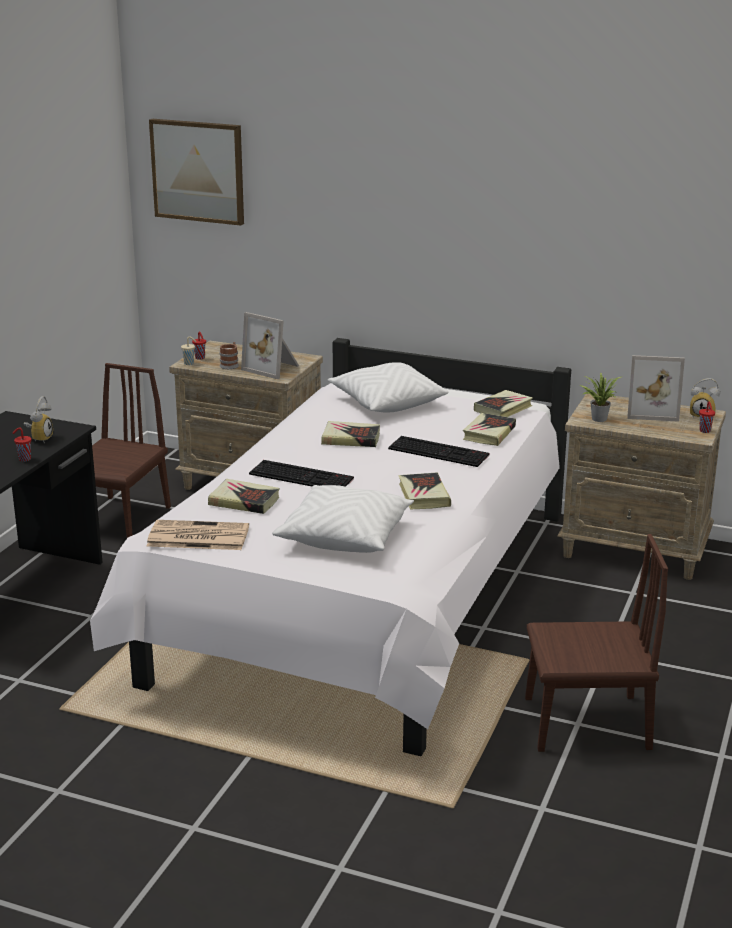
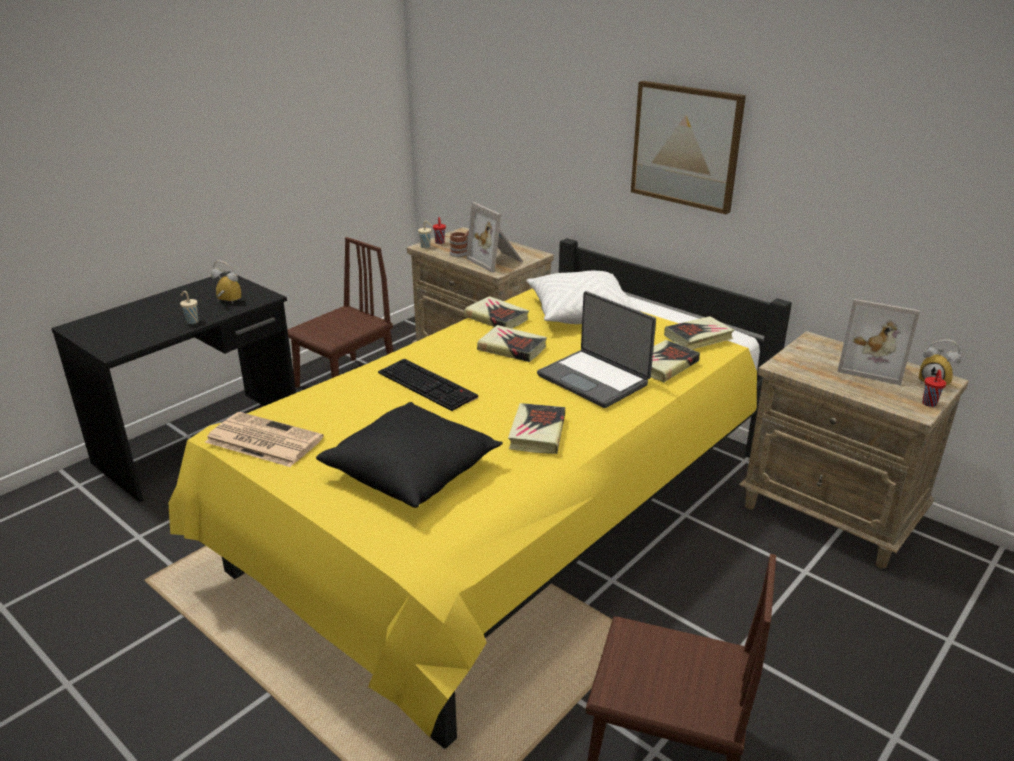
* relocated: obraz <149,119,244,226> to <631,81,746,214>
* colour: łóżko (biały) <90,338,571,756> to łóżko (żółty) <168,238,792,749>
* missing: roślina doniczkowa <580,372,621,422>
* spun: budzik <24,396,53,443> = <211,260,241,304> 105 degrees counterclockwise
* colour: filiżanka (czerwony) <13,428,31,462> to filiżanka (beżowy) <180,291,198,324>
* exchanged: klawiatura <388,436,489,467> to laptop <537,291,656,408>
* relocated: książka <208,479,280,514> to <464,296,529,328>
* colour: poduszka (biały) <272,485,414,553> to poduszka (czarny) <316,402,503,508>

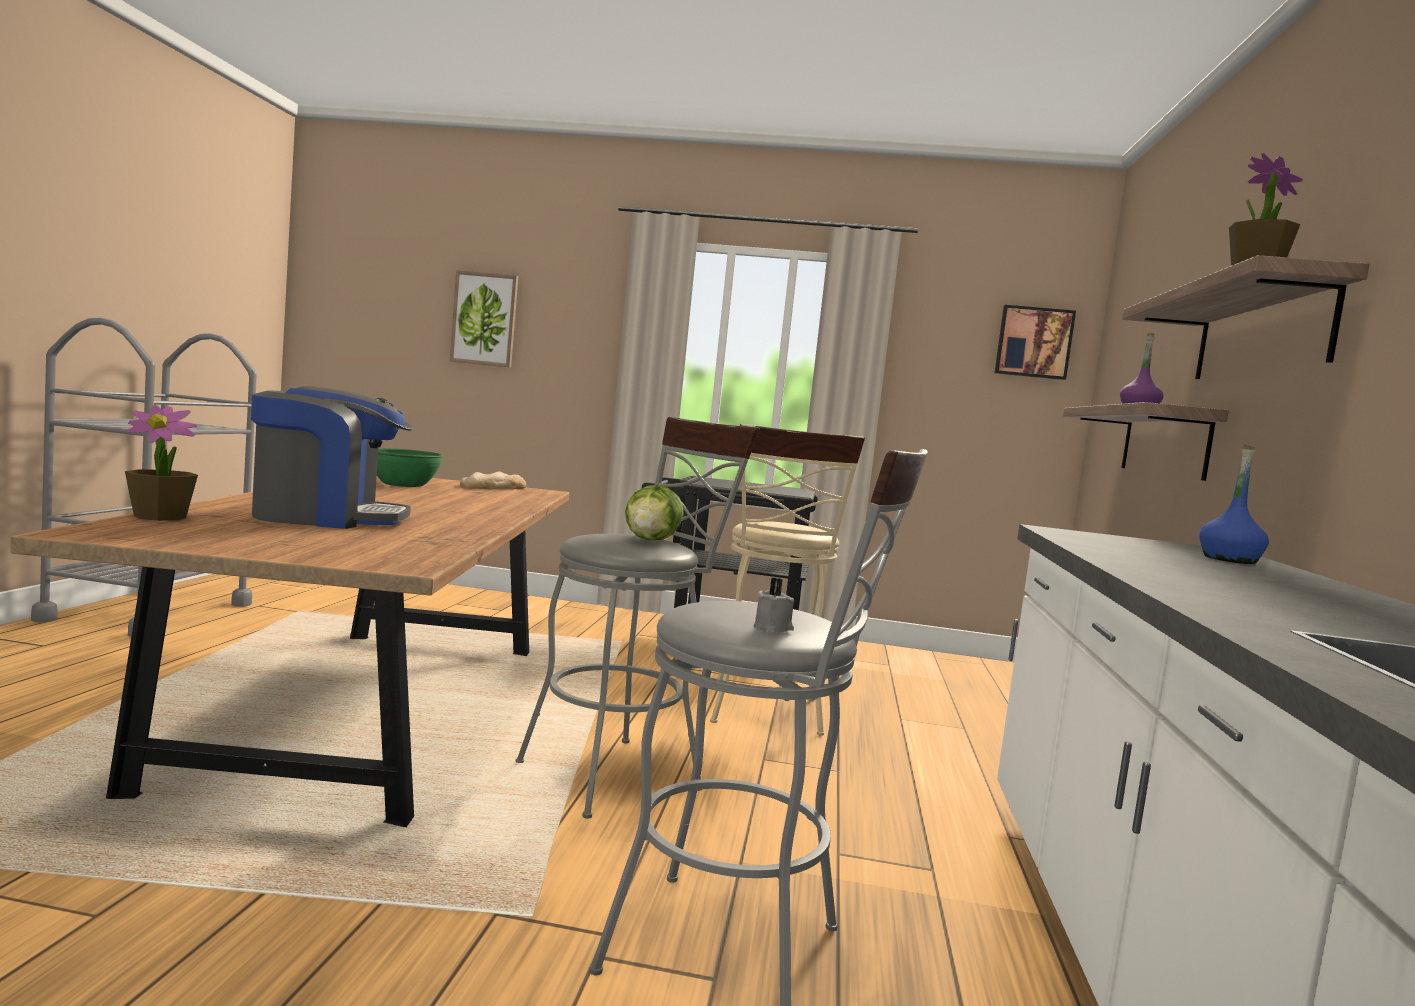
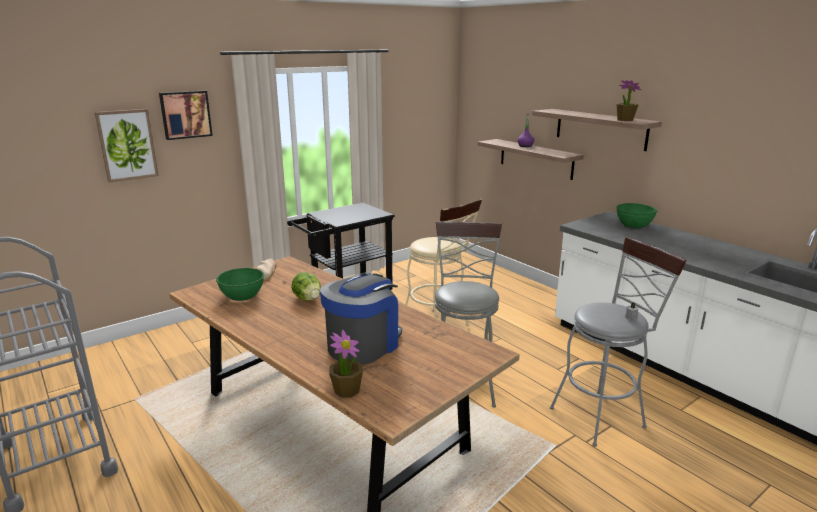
* relocated: obraz <995,305,1076,380> to <159,91,213,140>
* exchanged: butelka (niebieski) <1199,444,1269,564> to miska (zielony) <616,203,657,228>
* relocated: sałata <625,485,684,541> to <291,272,321,301>

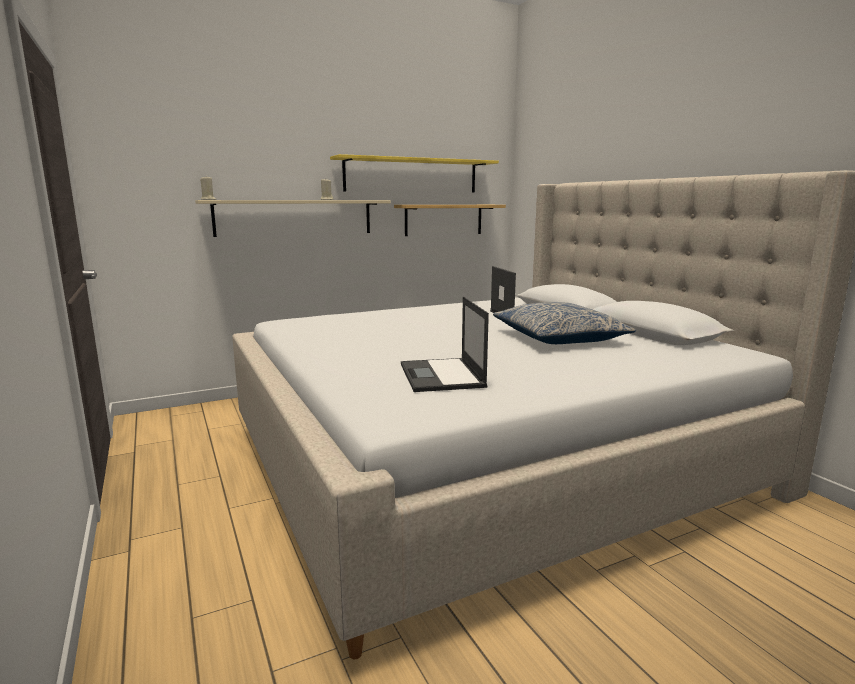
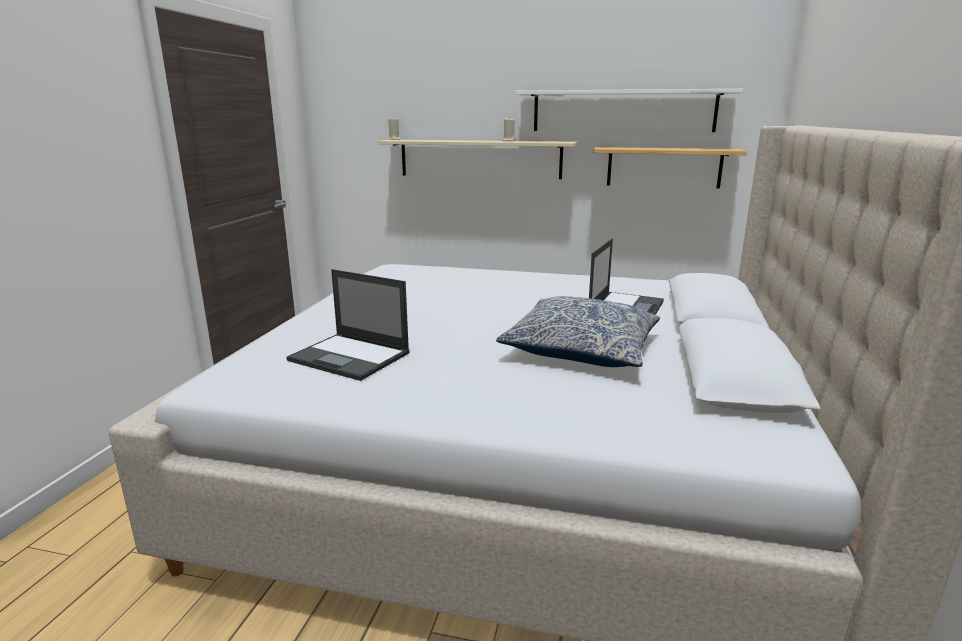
* colour: półka (żółty) <330,154,499,193> to półka (biały) <515,89,743,132>
* spun: laptop <401,297,489,392> = <286,269,410,381> 90 degrees counterclockwise

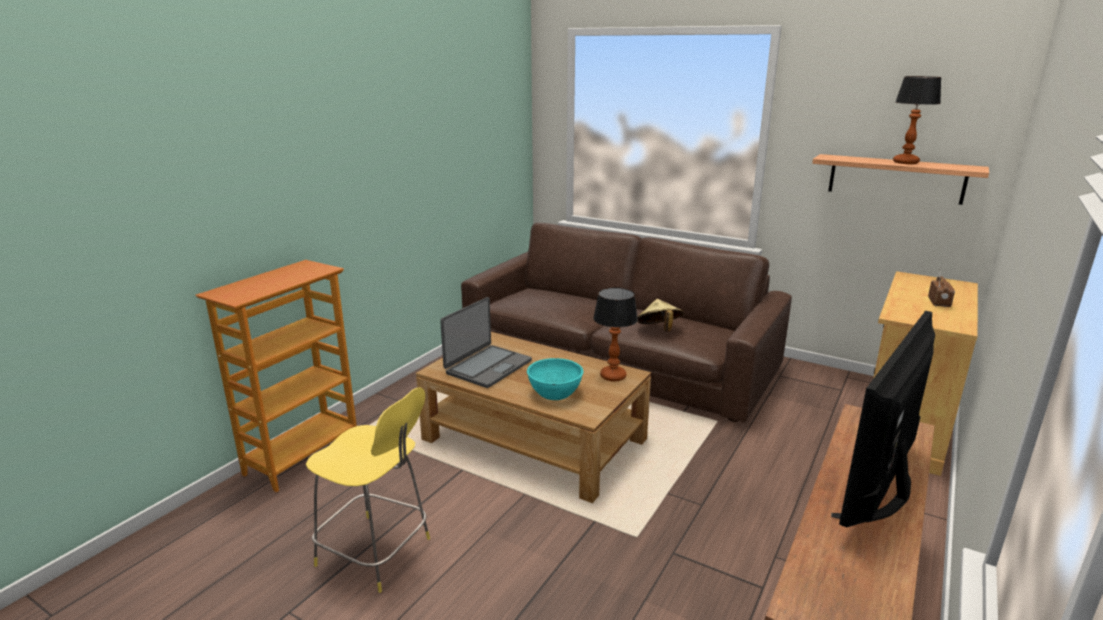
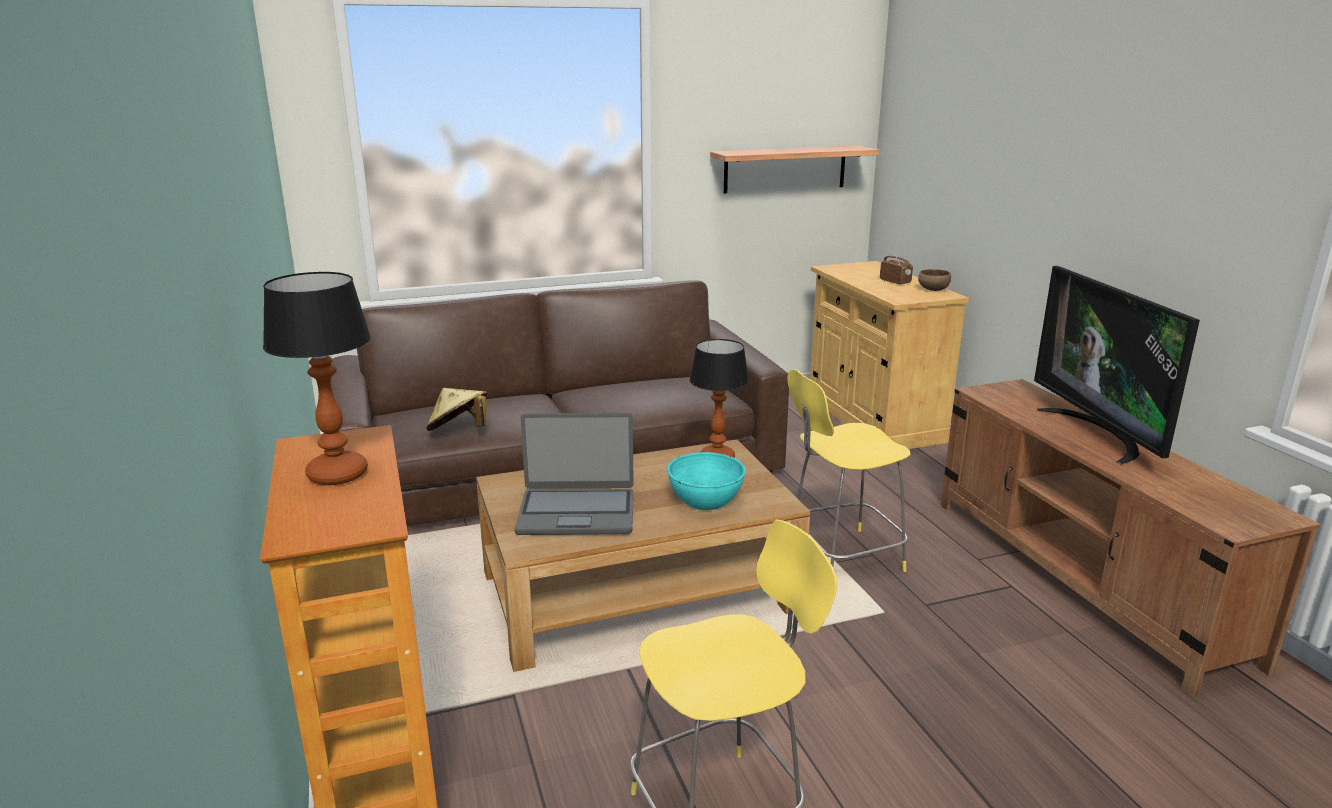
* relocated: lampa stołowa <893,76,942,164> to <263,272,371,485>
* spun: laptop <440,297,532,388> = <515,413,634,535> 105 degrees clockwise
* relocated: kapelusz (beżowy) <637,299,684,332> to <426,388,487,431>
* appeared: miska (brązowy) <918,269,951,291>
* appeared: stołek (żółty) <787,369,911,572>

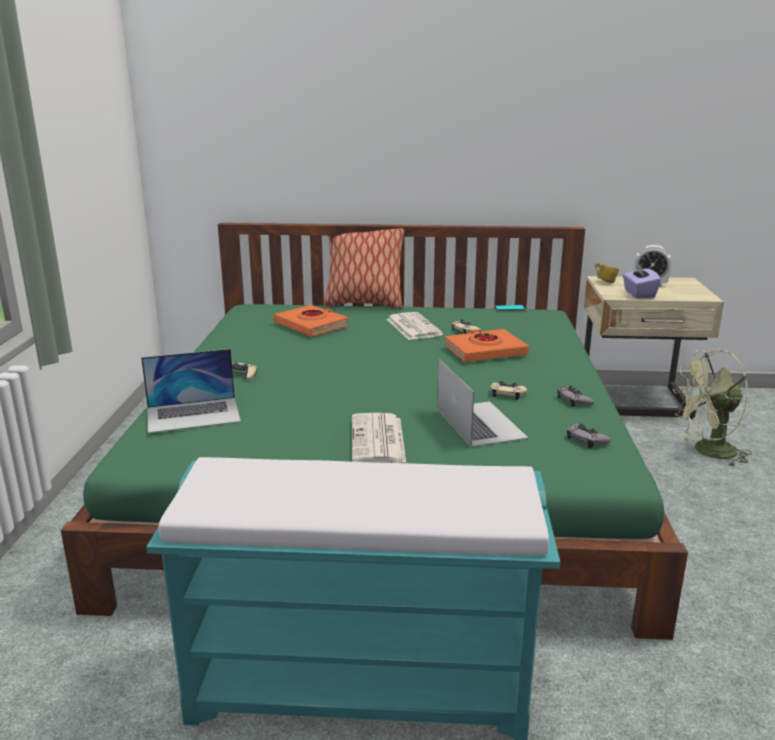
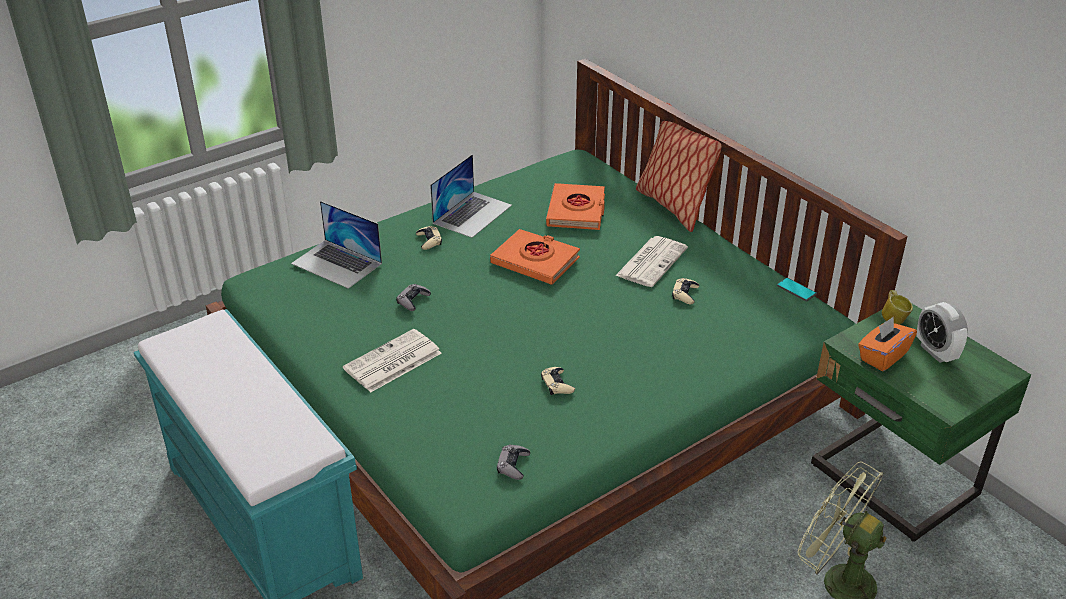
* colour: pudełko chusteczek (fioletowy) <623,262,661,298> to pudełko chusteczek (pomarańczowy) <858,316,917,371>
* colour: szafka nocna (beżowy) <584,276,724,419> to szafka nocna (zielony) <811,304,1031,542>
* relocated: książka (pomarańczowy) <444,329,529,362> to <490,229,580,285>
* relocated: laptop <437,359,528,447> to <430,154,512,238>
* relocated: pad do gier (szary) <557,385,594,407> to <396,284,431,311>

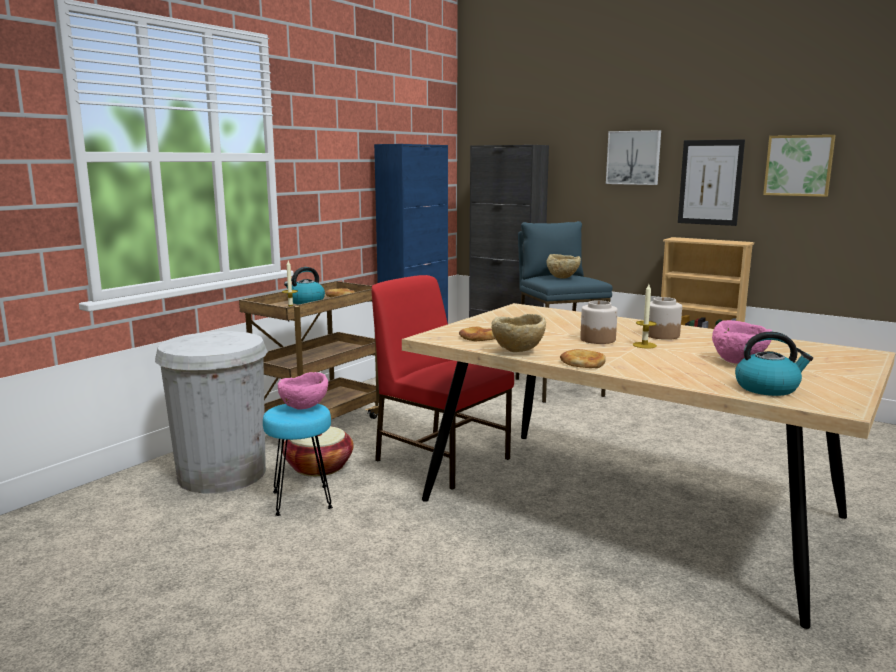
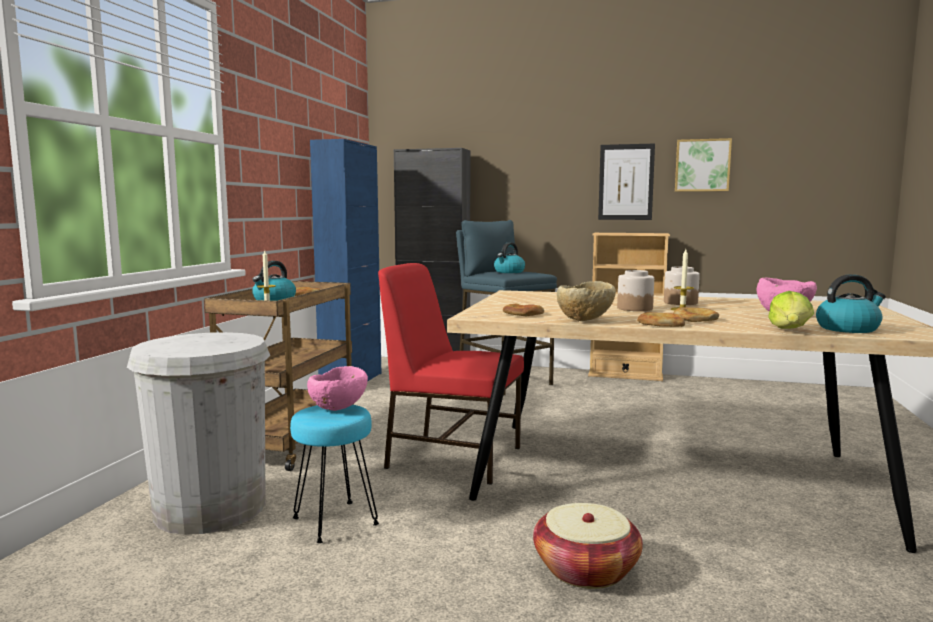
* missing: obraz <606,130,661,185>
* exchanged: miska (beżowy) <547,254,581,279> to czajnik <494,242,525,273>
* relocated: koszyk <283,426,354,476> to <533,503,643,589>
* appeared: sałata <768,291,814,329>
* appeared: chleb <673,307,719,322>

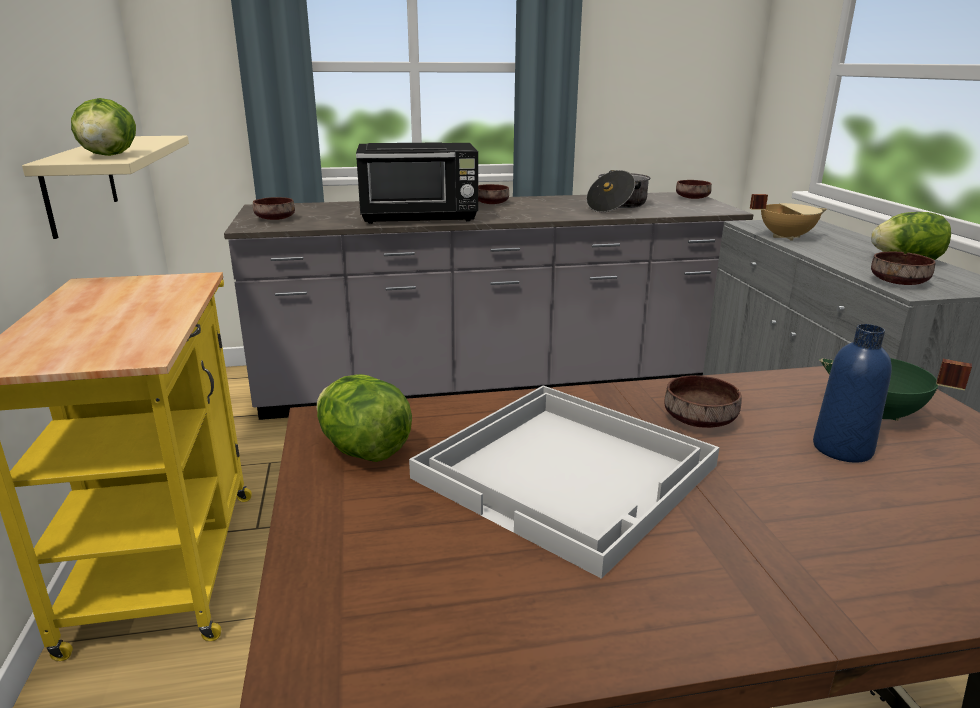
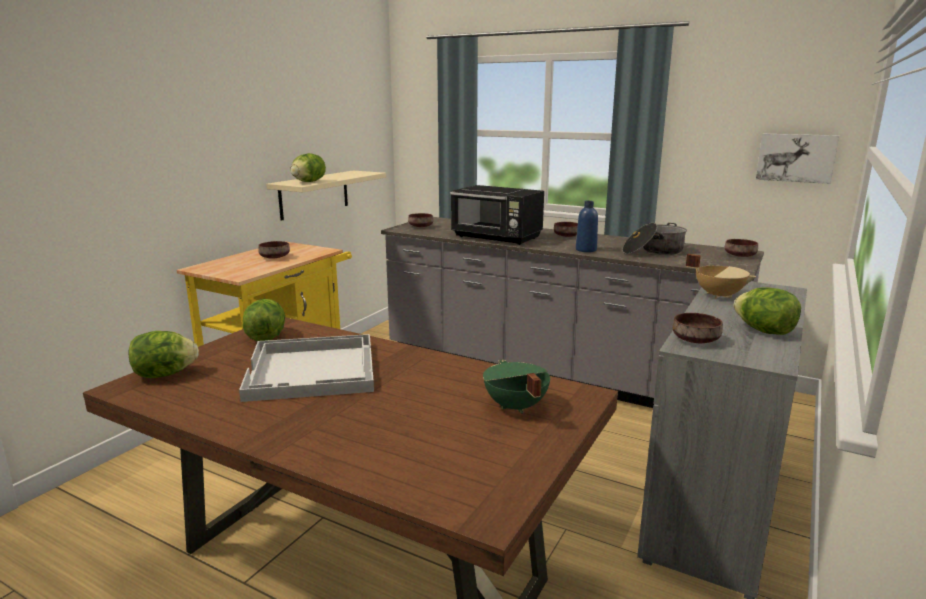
* relocated: butelka (niebieski) <813,324,892,463> to <576,201,598,252>
* relocated: miska (brązowy) <664,375,742,428> to <258,241,290,258>
* appeared: obraz <756,134,839,184>
* appeared: sałata <129,331,199,378>

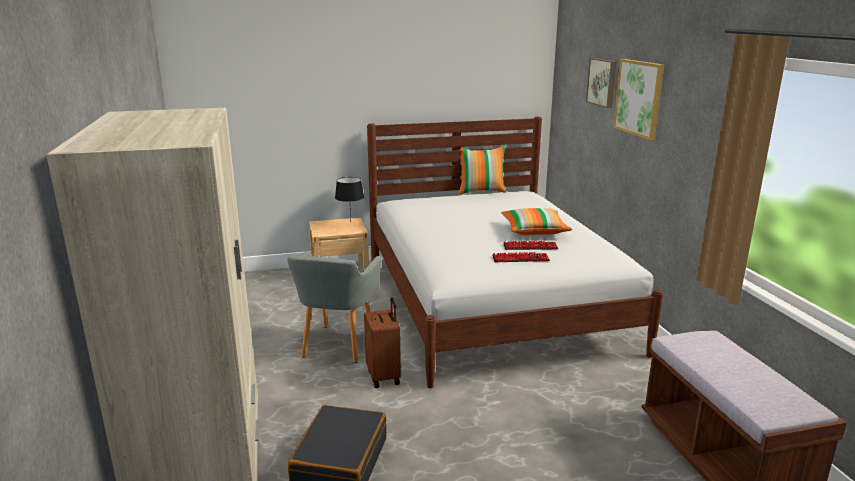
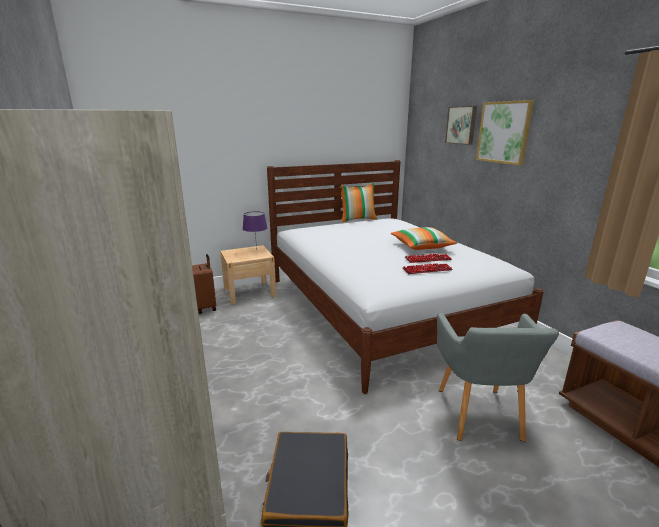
* colour: lampa stołowa (czarny) <335,177,364,220> to lampa stołowa (fioletowy) <243,211,268,250>
* relocated: fotel (szary) <287,251,381,363> to <437,313,559,442>
* relocated: walizka (brązowy) <364,297,401,388> to <192,254,216,314>

